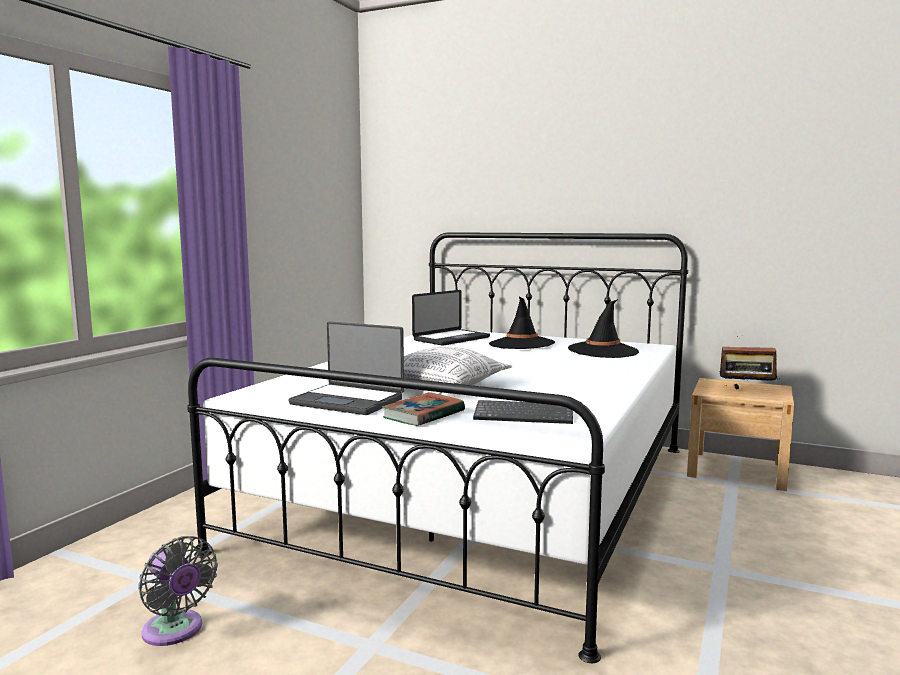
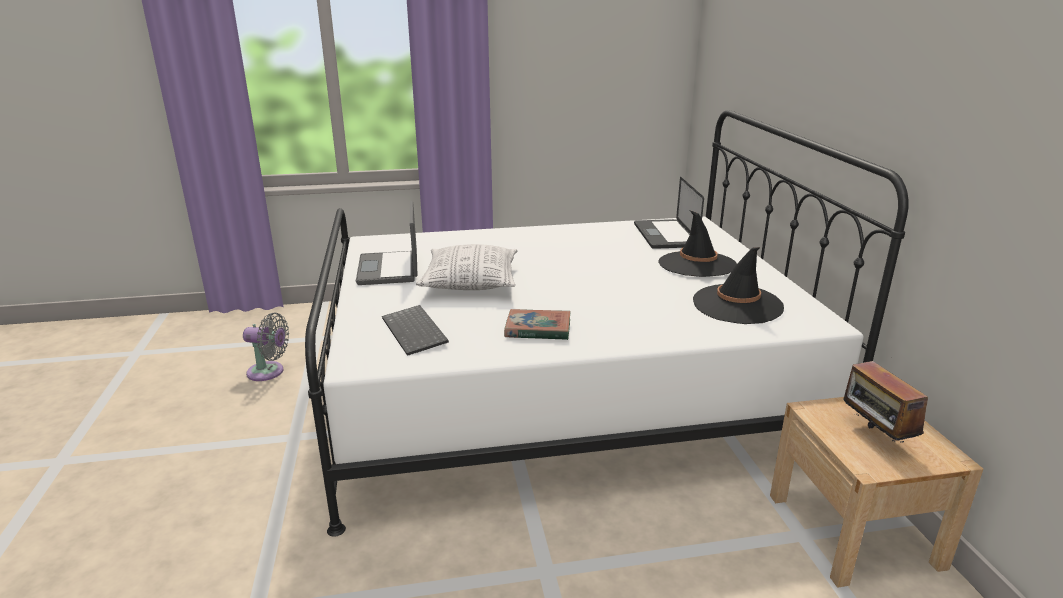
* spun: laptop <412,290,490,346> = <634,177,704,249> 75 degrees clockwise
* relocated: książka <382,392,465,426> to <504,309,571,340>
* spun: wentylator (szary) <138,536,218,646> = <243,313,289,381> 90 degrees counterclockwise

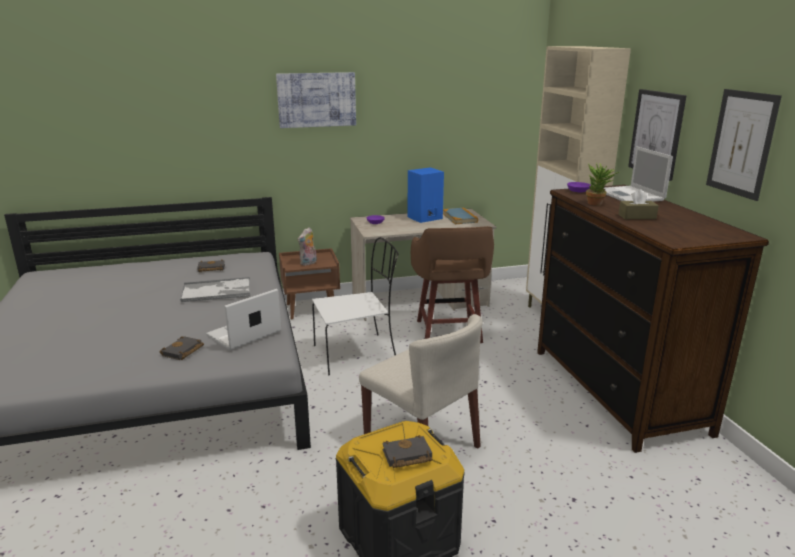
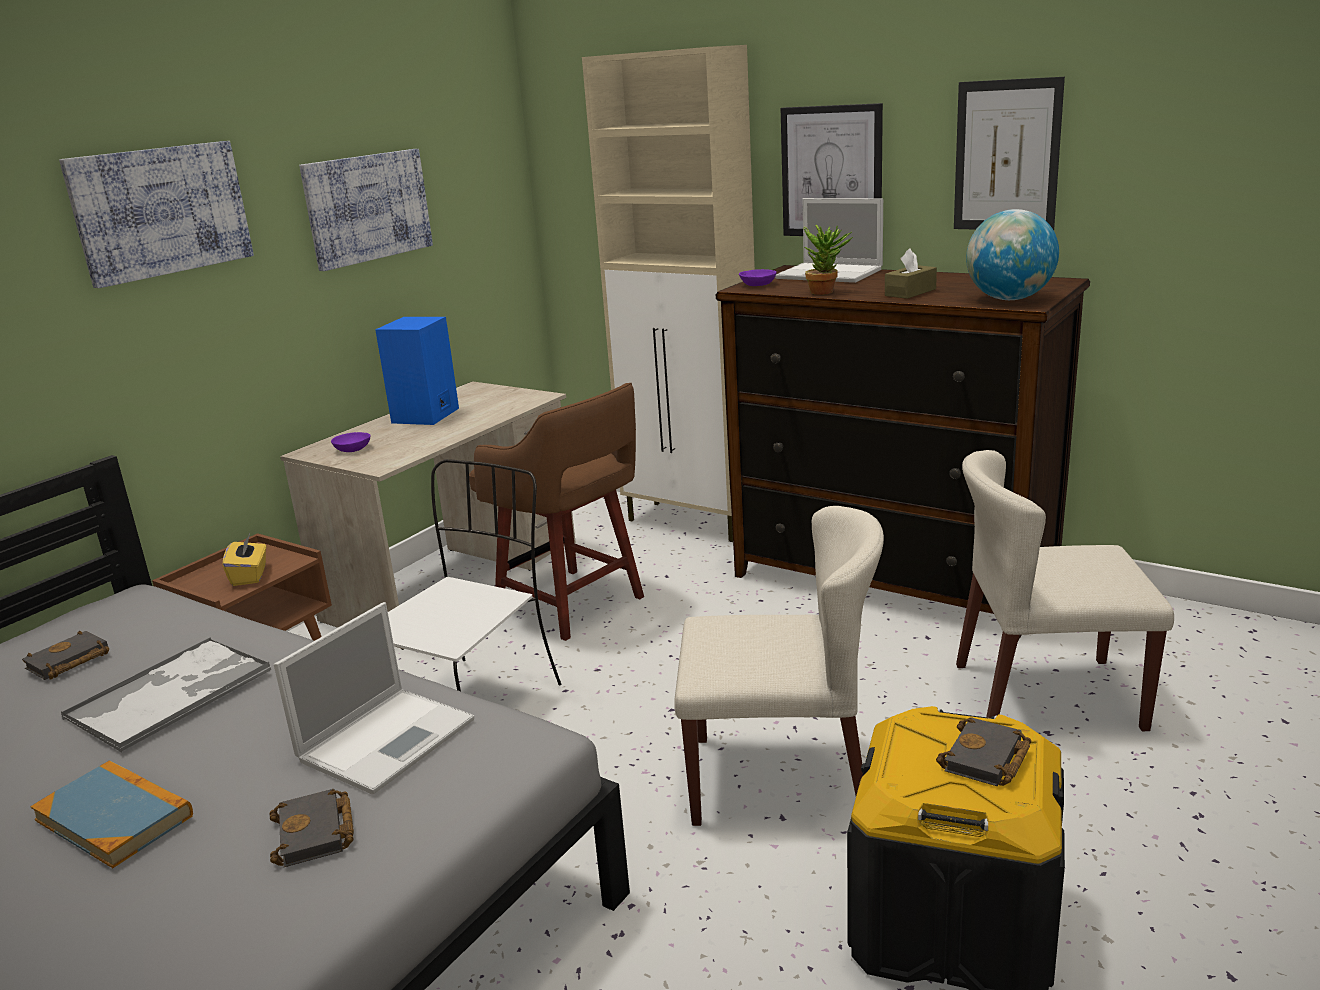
* relocated: książka <443,208,478,224> to <30,760,193,868>
* exchanged: pluszak <298,227,317,266> to pudełko chusteczek (żółty) <223,534,266,586>
* spun: laptop <206,289,281,350> = <274,602,474,795> 150 degrees counterclockwise
* appeared: obraz <299,149,433,271>
* appeared: globus <966,209,1059,300>
* appeared: krzesło (beżowy) <956,450,1174,731>

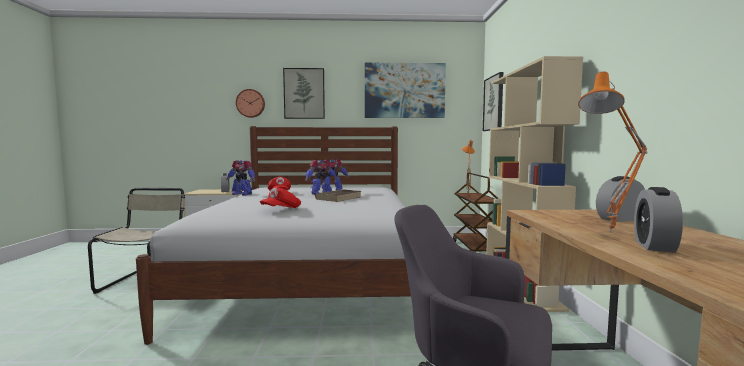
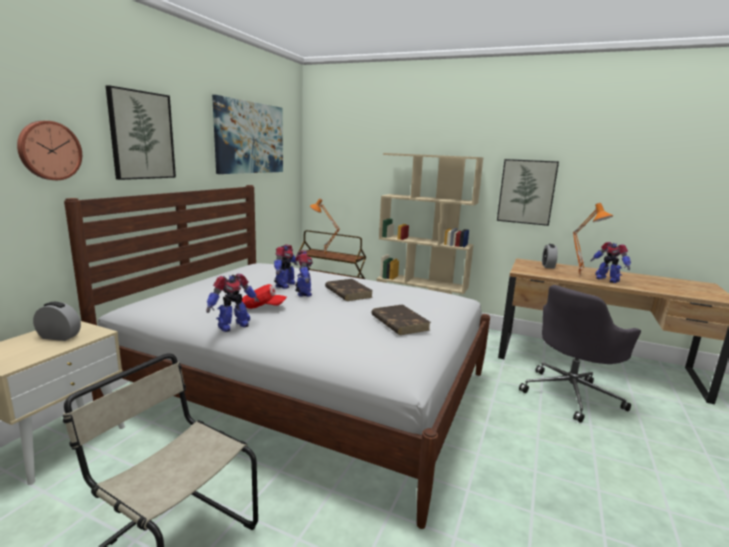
* relocated: obraz <483,72,503,131> to <497,159,559,226>
* exchanged: czapka z daszkiem (czerwony) <260,187,301,208> to książka (brązowy) <371,304,431,335>
* exchanged: budzik <634,187,683,253> to robot zabawkowy <591,242,631,283>

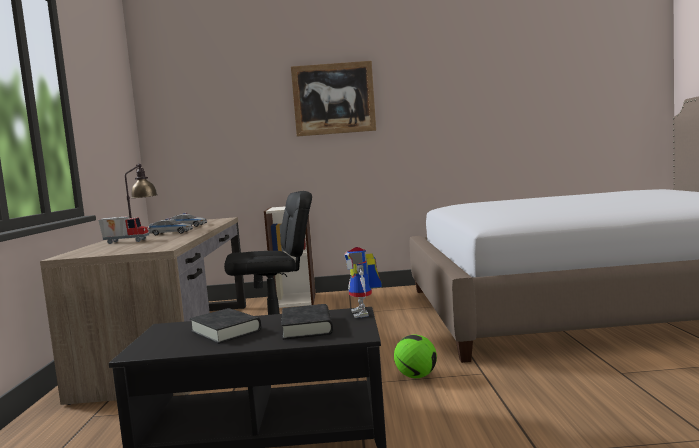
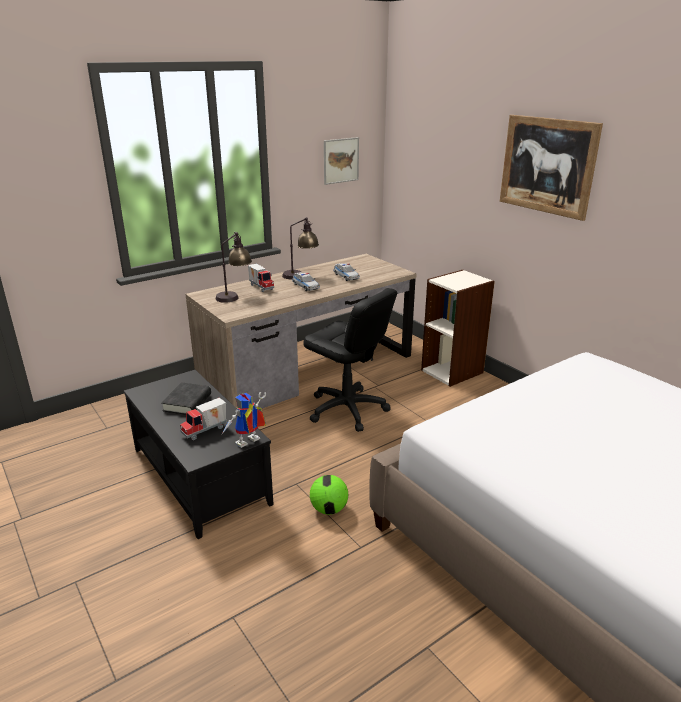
* exchanged: książka (czarny) <281,304,333,340> to ciężarówka zabawkowa <180,398,227,440>
* appeared: obraz <324,137,359,185>
* appeared: lampa stołowa <215,232,252,303>

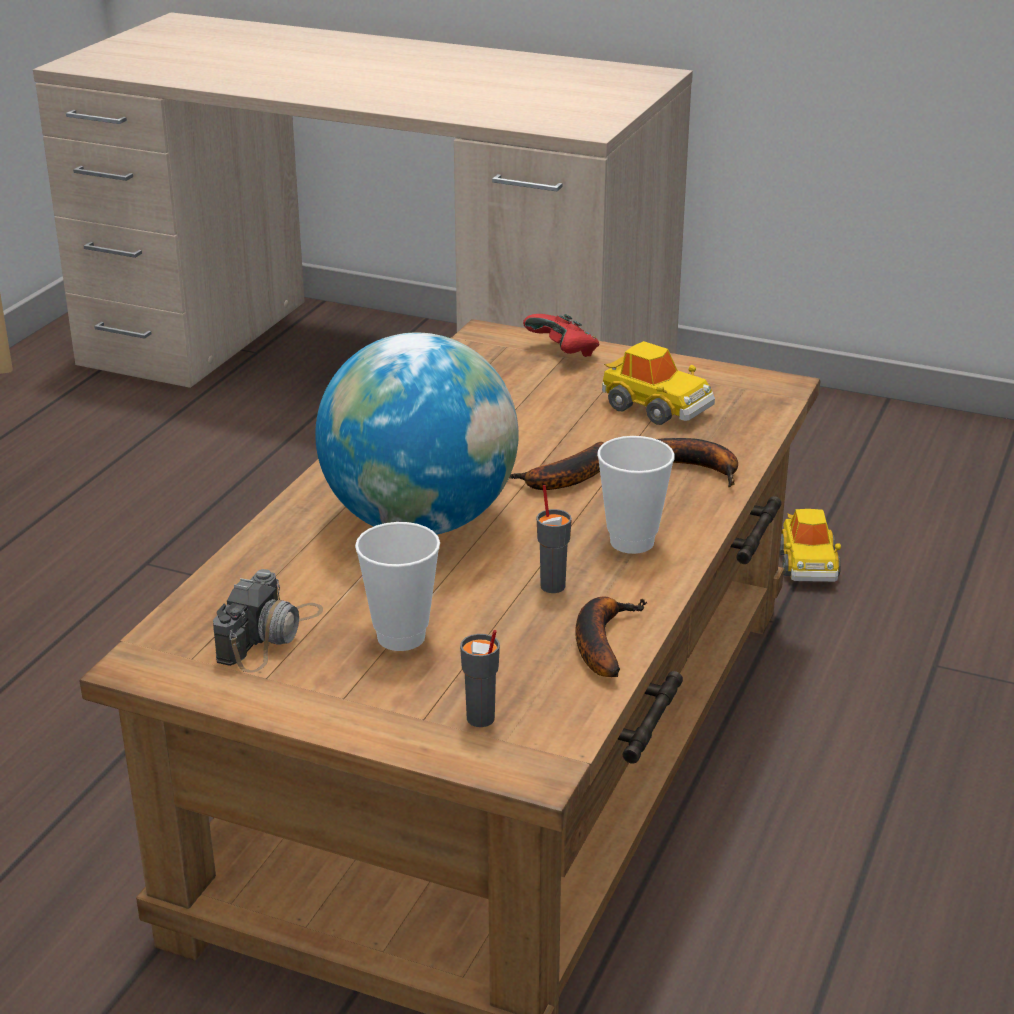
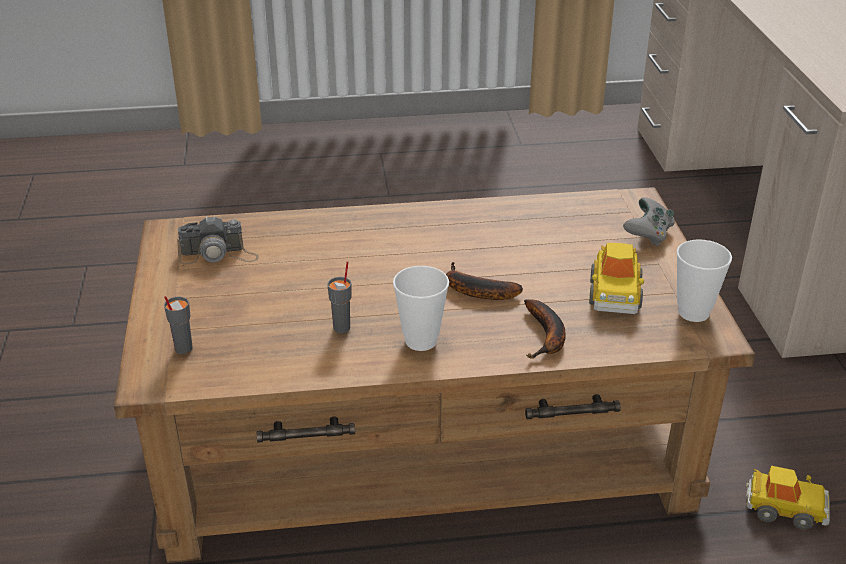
* colour: pad do gier (czerwony) <523,314,600,357> to pad do gier (szary) <623,197,675,246>
* missing: globus <315,332,519,535>
* spun: samochodzik <779,509,841,582> = <746,466,830,530> 135 degrees counterclockwise
* relocated: filiżanka <355,522,440,651> to <676,240,732,322>
* missing: banan <575,597,647,677>

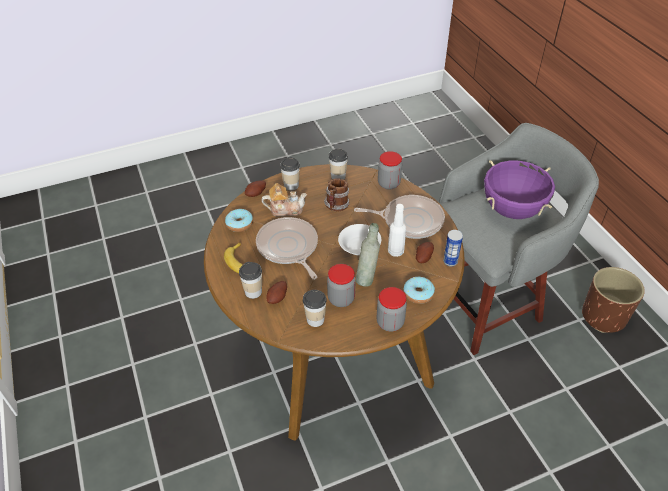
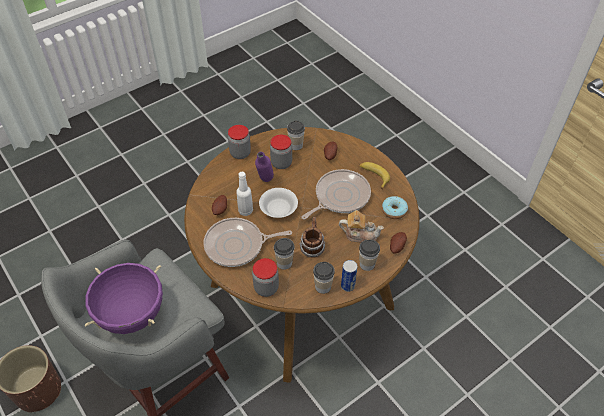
* spun: imbryk <261,183,307,217> = <339,210,384,243> 150 degrees counterclockwise
* spun: patelnia <256,217,318,280> = <301,169,371,219> 90 degrees counterclockwise
* colour: butelka (szary) <356,223,380,287> to butelka (fioletowy) <255,152,274,182>
* relocated: puszka <443,230,463,266> to <341,260,357,292>
* relocated: filiżanka <239,262,262,299> to <274,238,295,270>
* missing: donut <404,277,435,304>

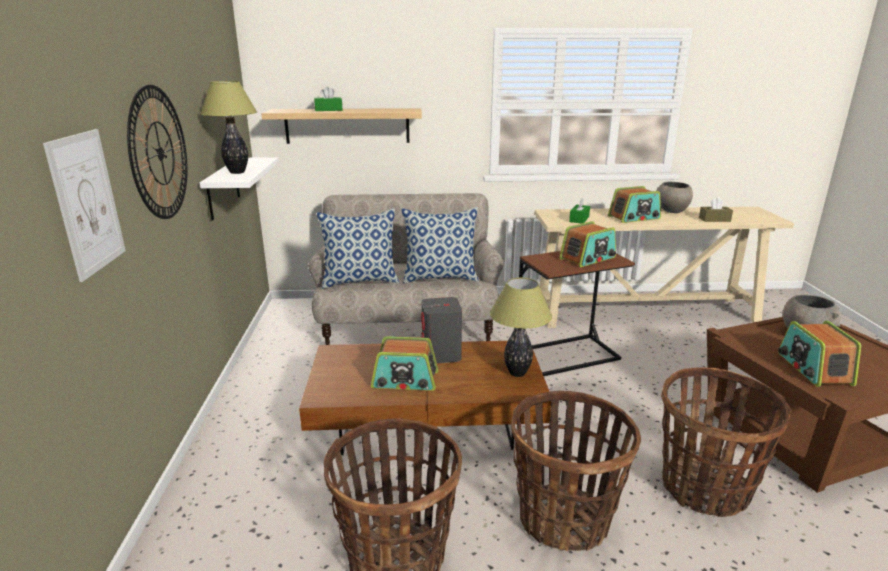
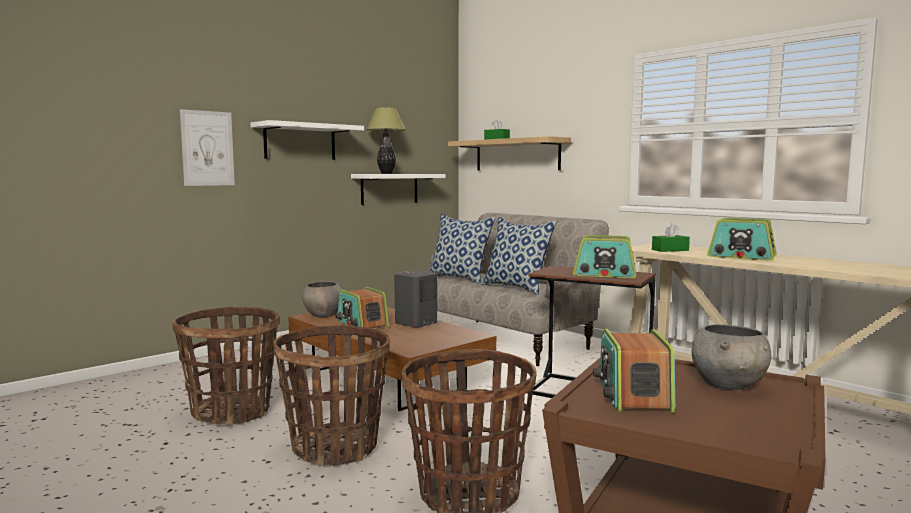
* exchanged: zegar ścienny <127,85,188,219> to półka (biały) <251,120,364,160>
* relocated: miska (szary) <657,182,693,213> to <302,281,342,317>
* missing: pudełko chusteczek (brązowy) <699,197,733,222>
* missing: lampa stołowa <490,278,552,377>
* spun: radio <778,321,861,387> = <593,329,675,413> 45 degrees counterclockwise

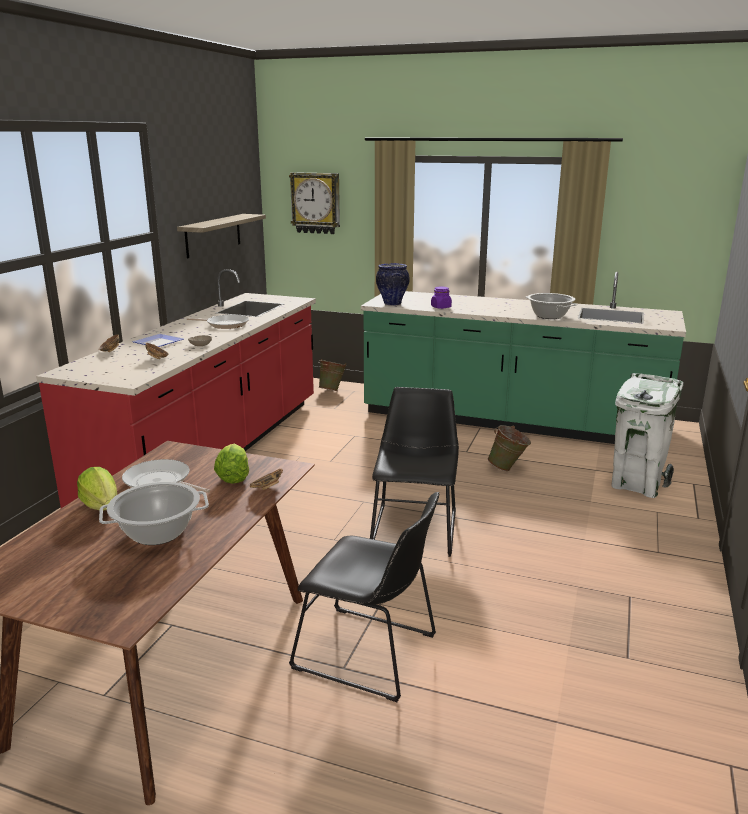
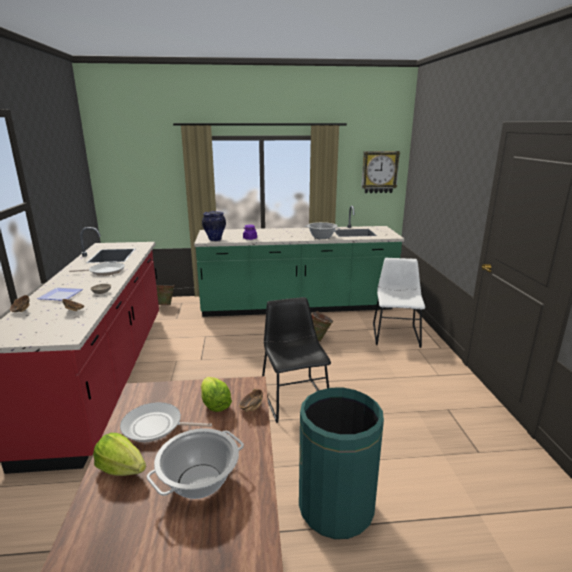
* relocated: zegar ścienny <289,172,340,234> to <361,151,400,193>
* missing: półka <177,214,266,258>
* exchanged: kosz na śmieci (biały) <611,373,684,498> to krzesło (biały) <373,258,425,348>
* exchanged: krzesło (czarny) <289,492,439,702> to kosz na śmieci (zielony) <299,388,384,539>

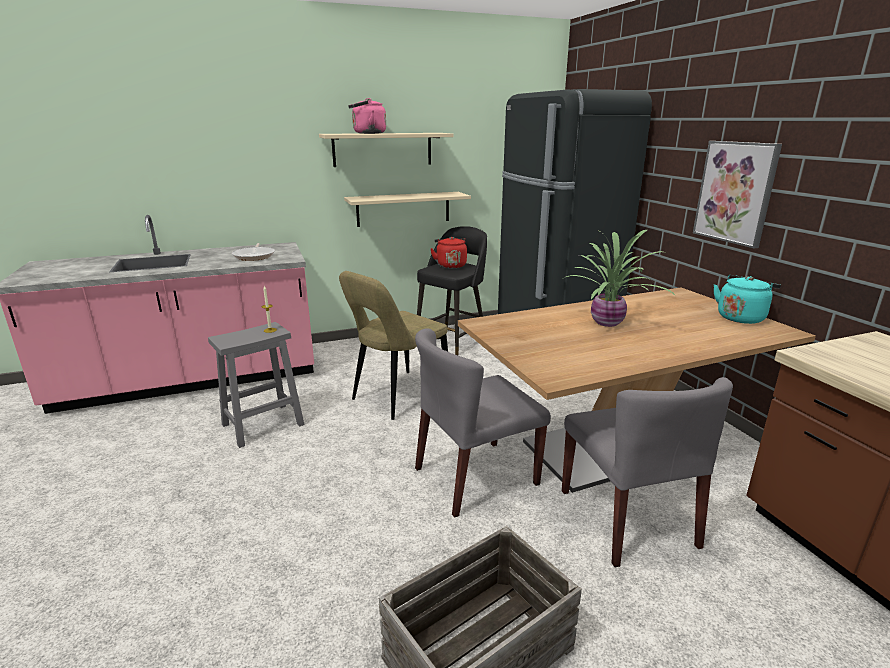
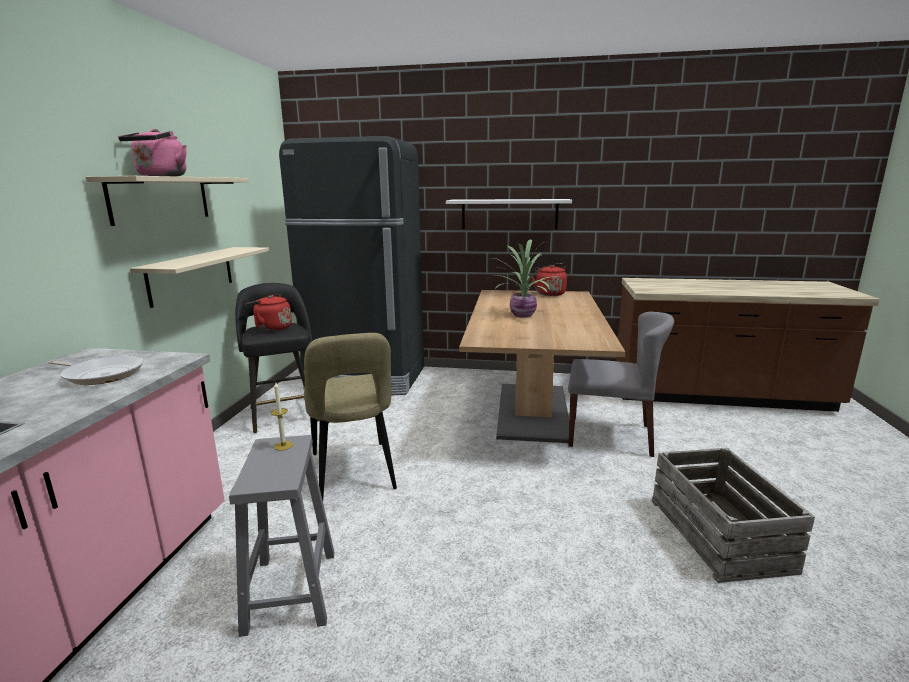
* exchanged: obraz <693,141,782,248> to półka (biały) <446,199,572,229>
* colour: czajnik (turkusowy) <714,275,781,324> to czajnik (czerwony) <531,265,567,296>
* missing: krzesło (szary) <415,328,551,518>

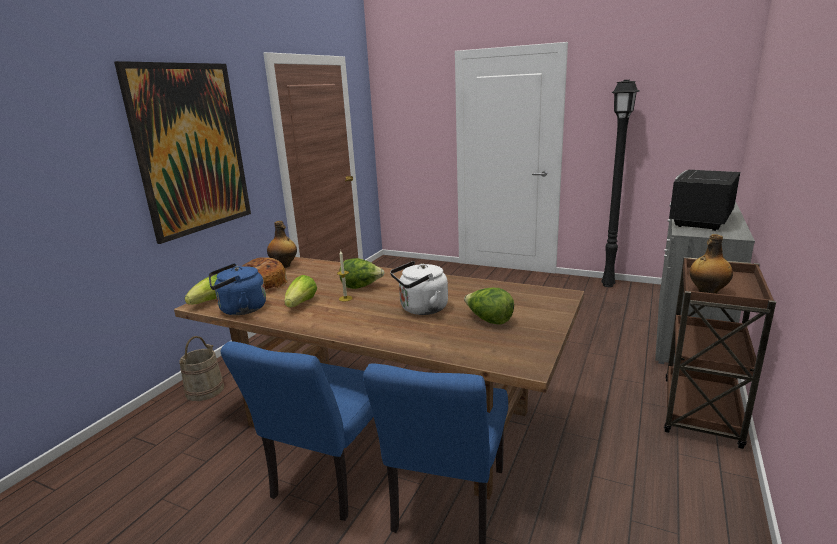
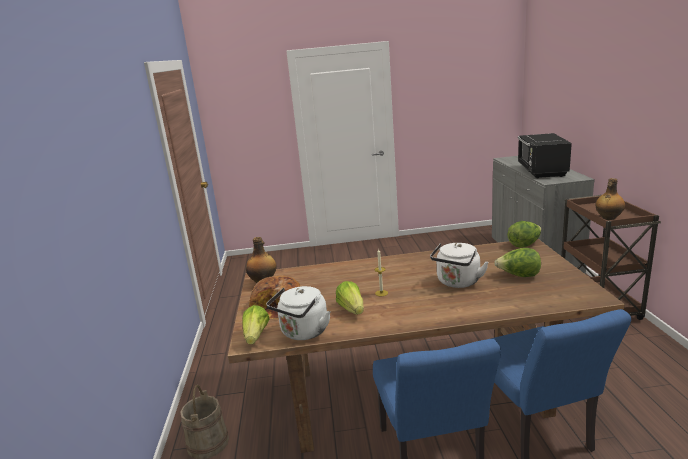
* missing: obraz <114,61,251,244>
* missing: lampa stojąca (czarny) <601,80,639,287>
* relocated: sałata <339,258,385,289> to <507,221,541,247>
* colour: czajnik (niebieski) <209,263,266,315> to czajnik (biały) <266,286,330,340>

